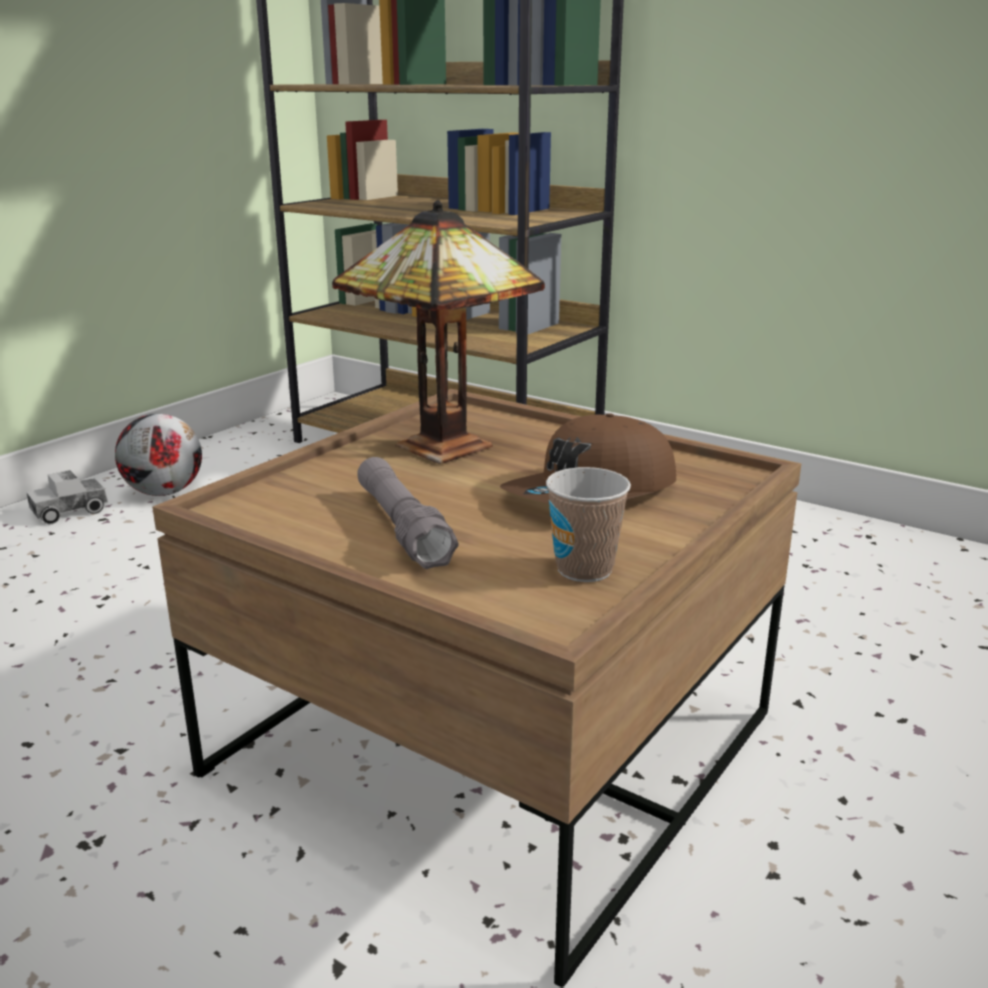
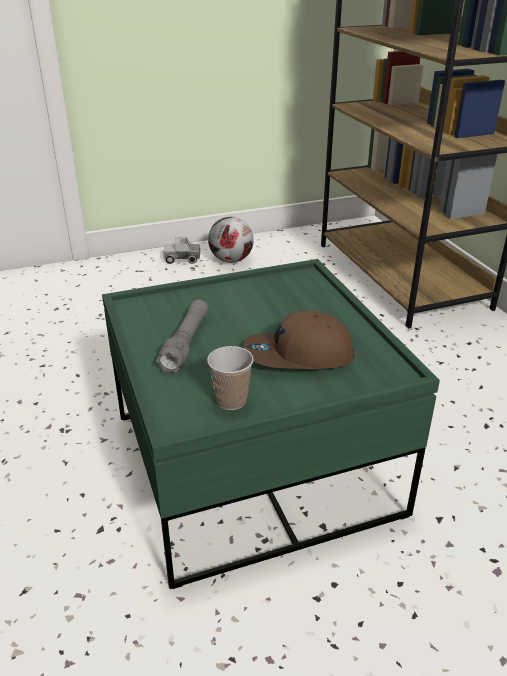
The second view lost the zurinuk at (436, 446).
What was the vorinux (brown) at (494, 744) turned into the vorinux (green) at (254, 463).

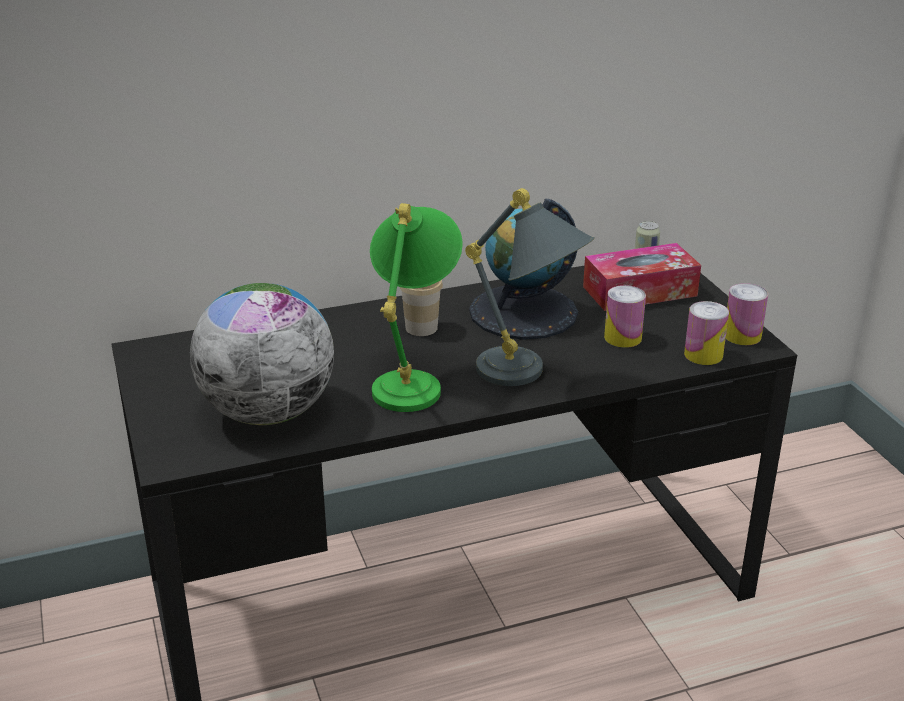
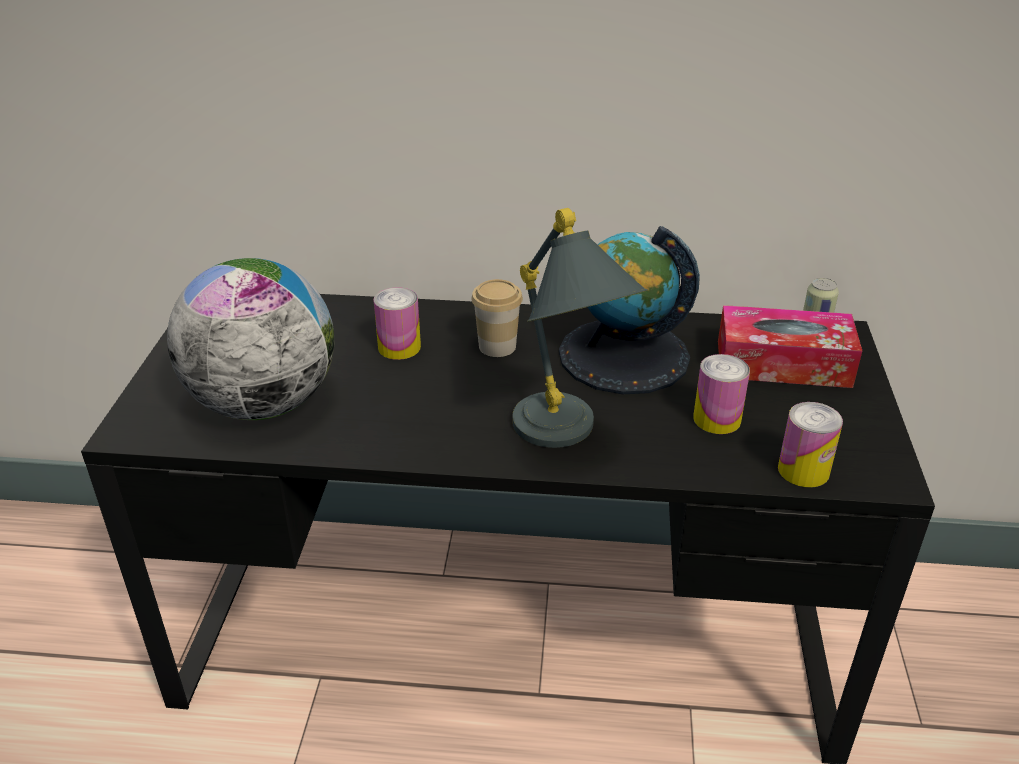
The second view lost the zurinuk (green) at (414, 379).
The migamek ended up elsewhere, having gone from (742, 336) to (399, 347).

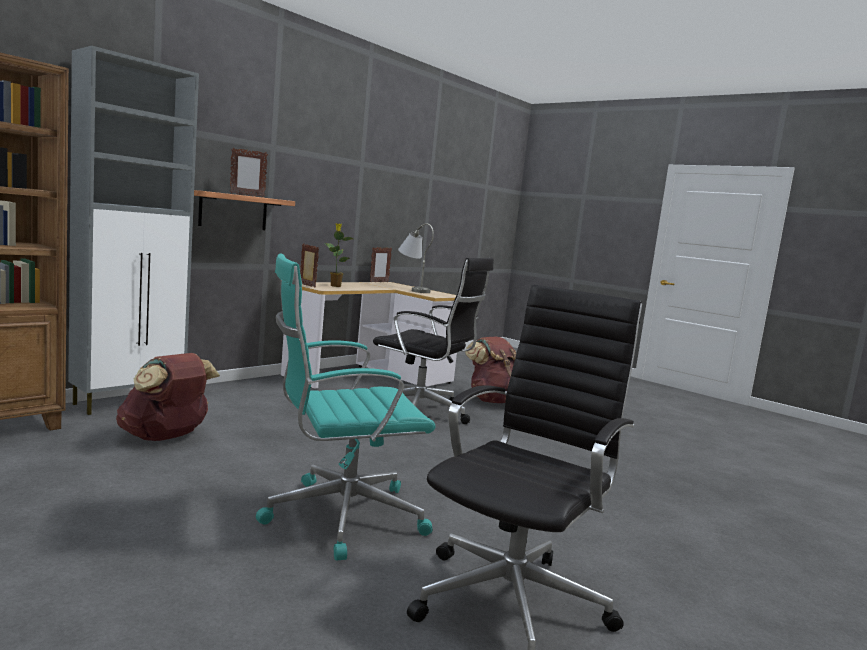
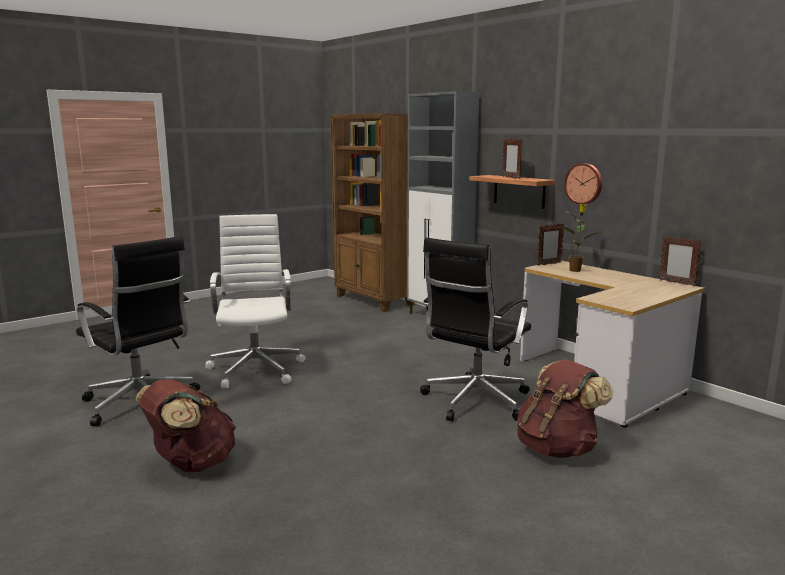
The second view lost the zurinuk (grey) at (412, 289).
The second view gained the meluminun at (584, 183).
The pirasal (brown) ended up elsewhere, having gone from (165, 437) to (191, 464).
What was the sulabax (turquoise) at (339, 516) turned into the sulabax (white) at (256, 368).

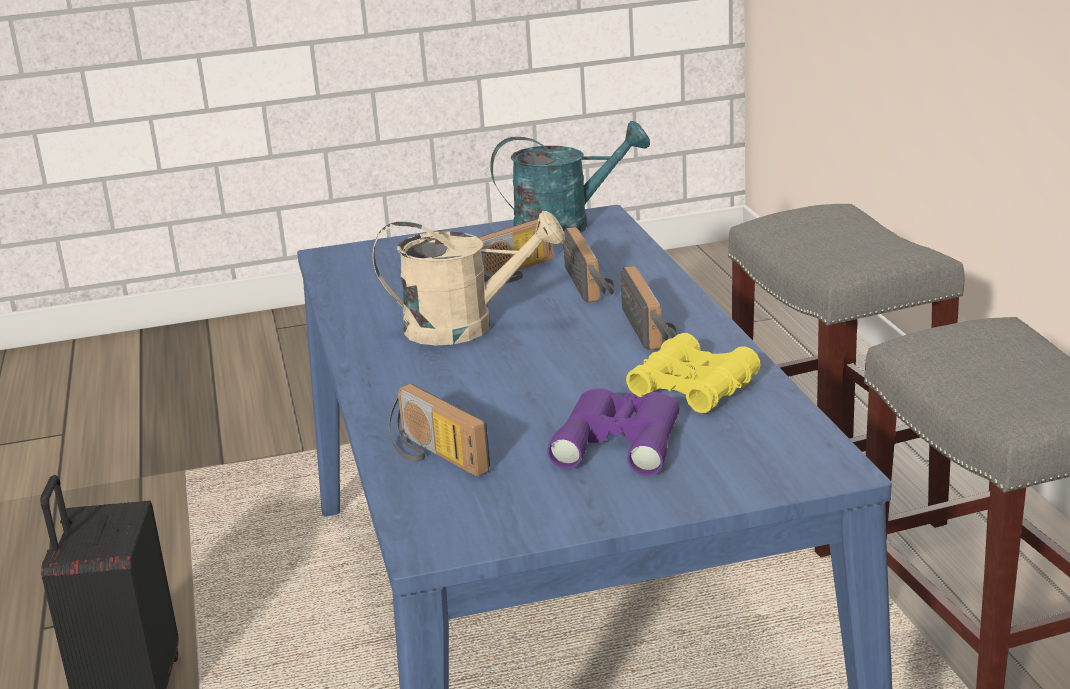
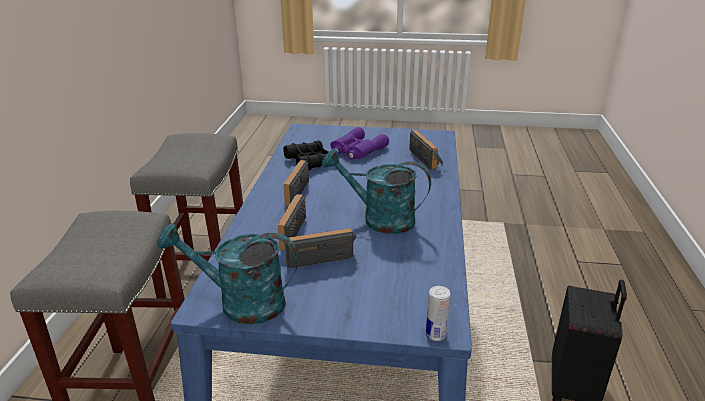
The second view gained the migamek at (435, 335).
What was the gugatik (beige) at (465, 327) turned into the gugatik (turquoise) at (379, 219).
What was the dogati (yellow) at (693, 388) turned into the dogati (black) at (310, 161).

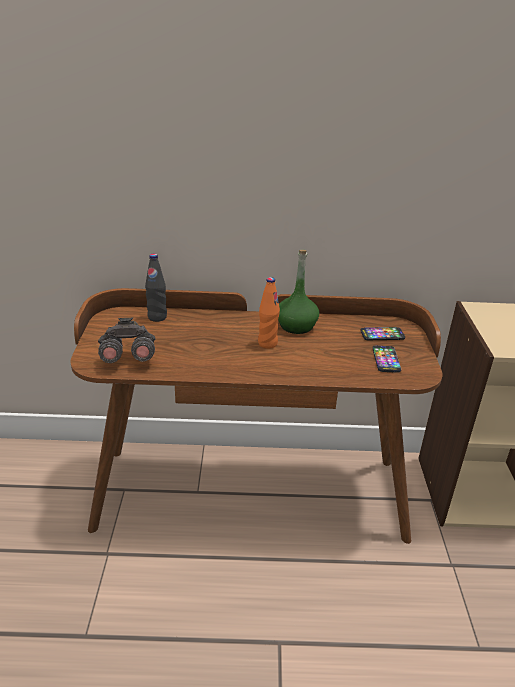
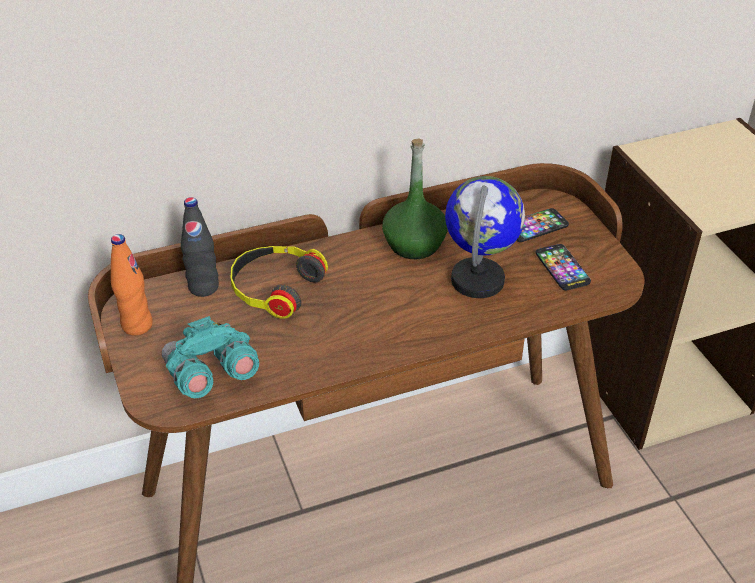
The second view gained the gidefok at (275, 287).
The second view gained the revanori at (478, 280).
The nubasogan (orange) ended up elsewhere, having gone from (267, 343) to (137, 325).
What was the dogati (grey) at (128, 358) turned into the dogati (turquoise) at (210, 376).

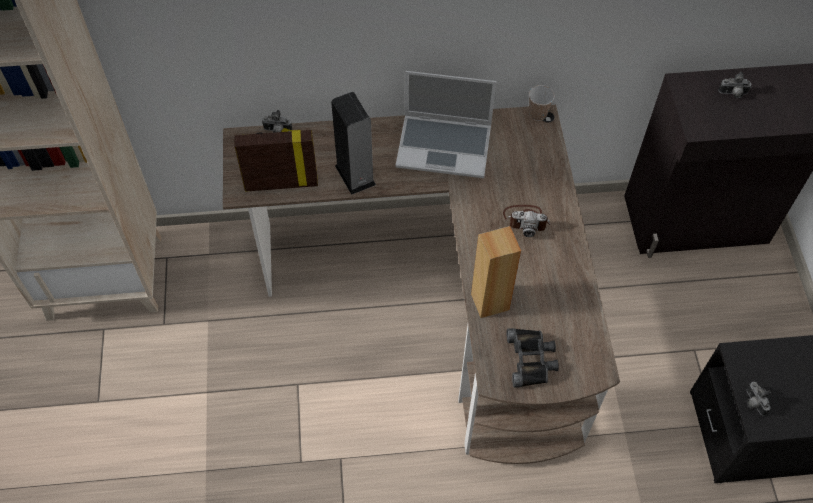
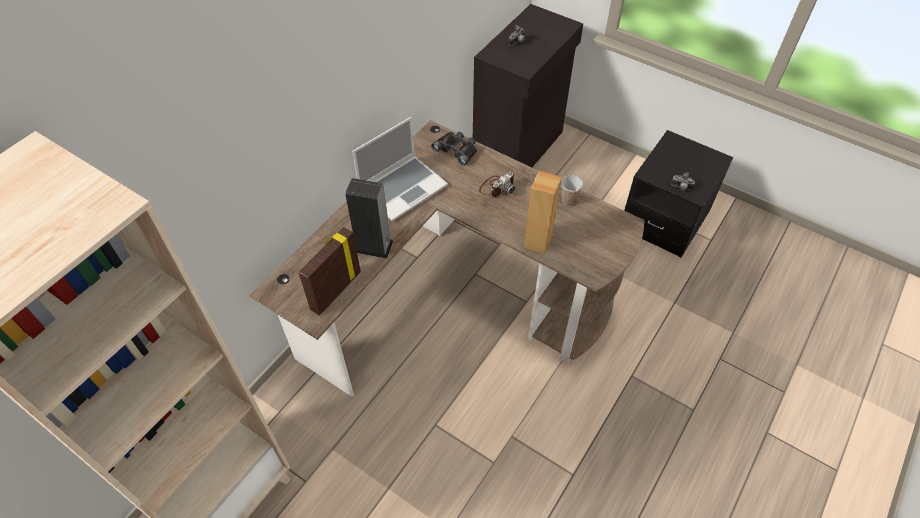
The second view lost the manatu at (277, 131).
The dogati (black) ended up elsewhere, having gone from (531, 359) to (457, 149).
The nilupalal ended up elsewhere, having gone from (538, 114) to (568, 200).

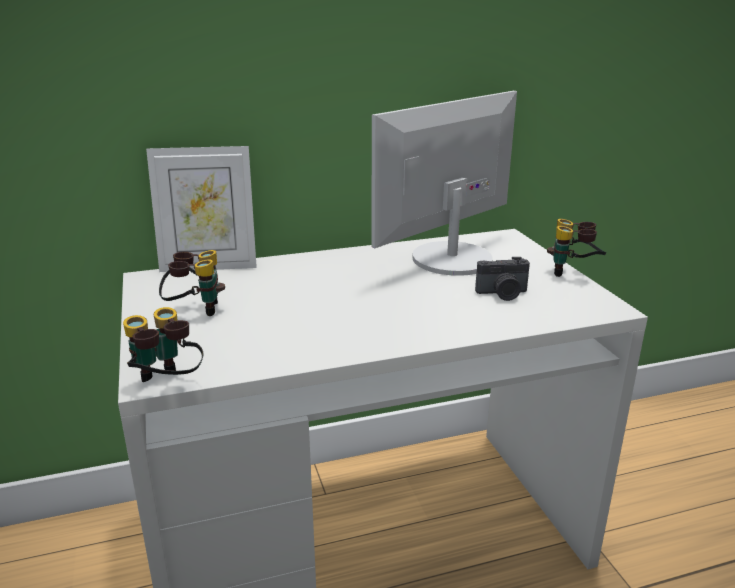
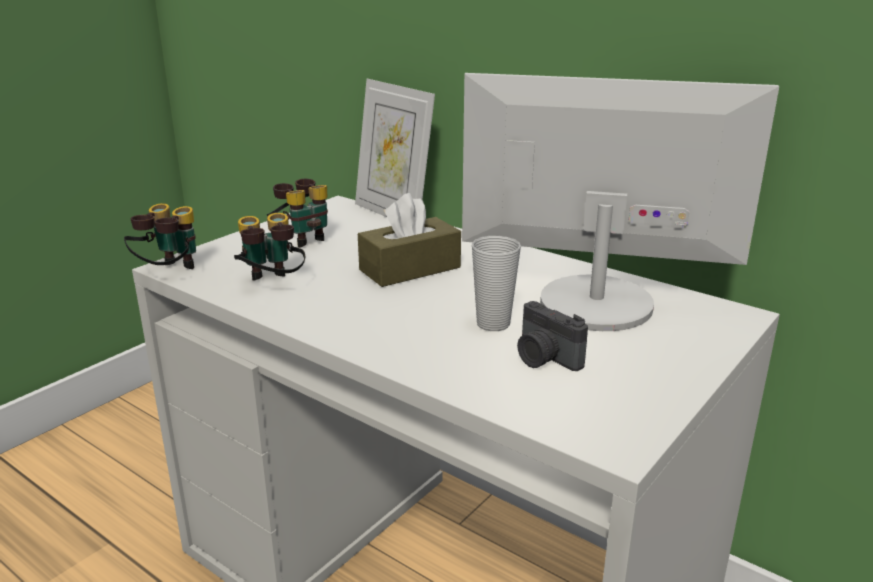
The second view gained the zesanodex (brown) at (410, 269).
The second view gained the nilupalal at (493, 324).
The dogati ended up elsewhere, having gone from (573, 273) to (271, 285).

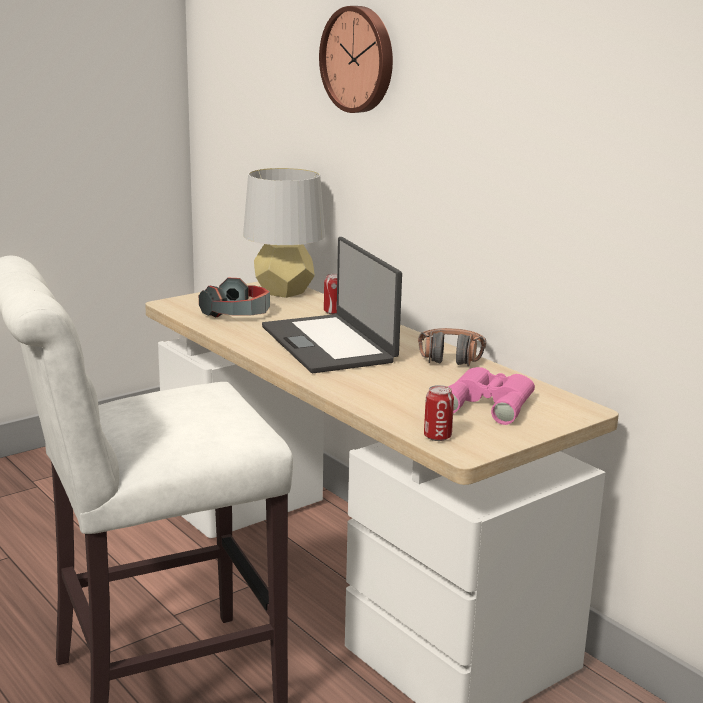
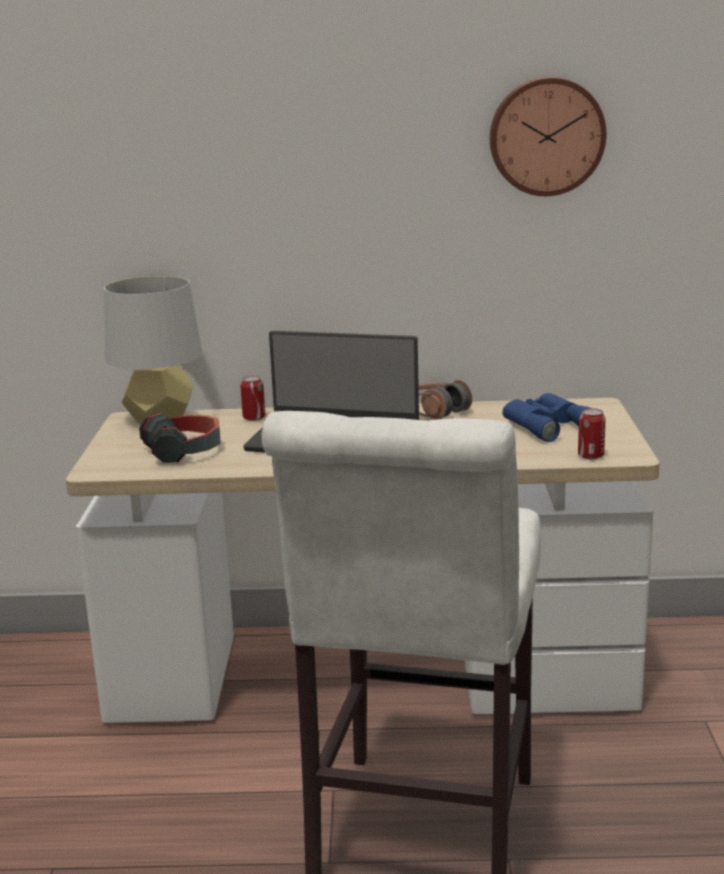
The meluminun ended up elsewhere, having gone from (359, 59) to (546, 136).
What was the dogati (pink) at (489, 403) turned into the dogati (blue) at (547, 424).

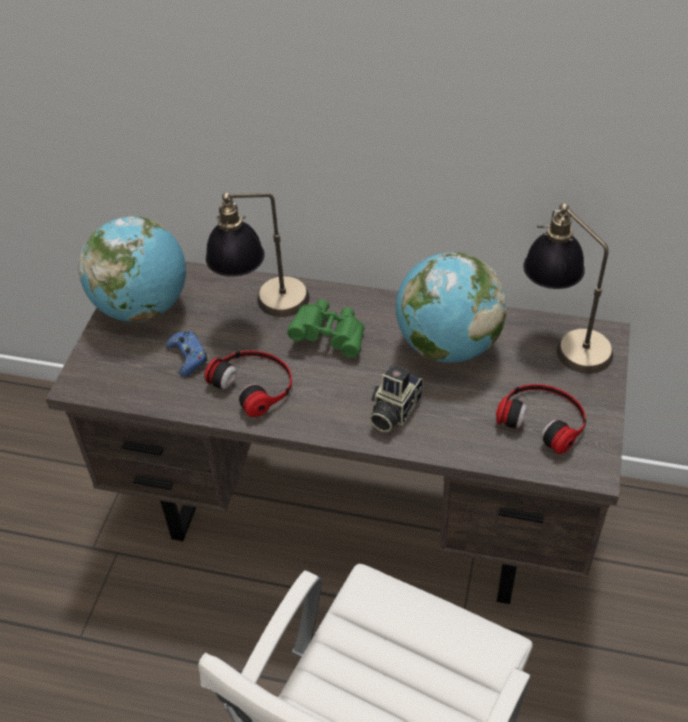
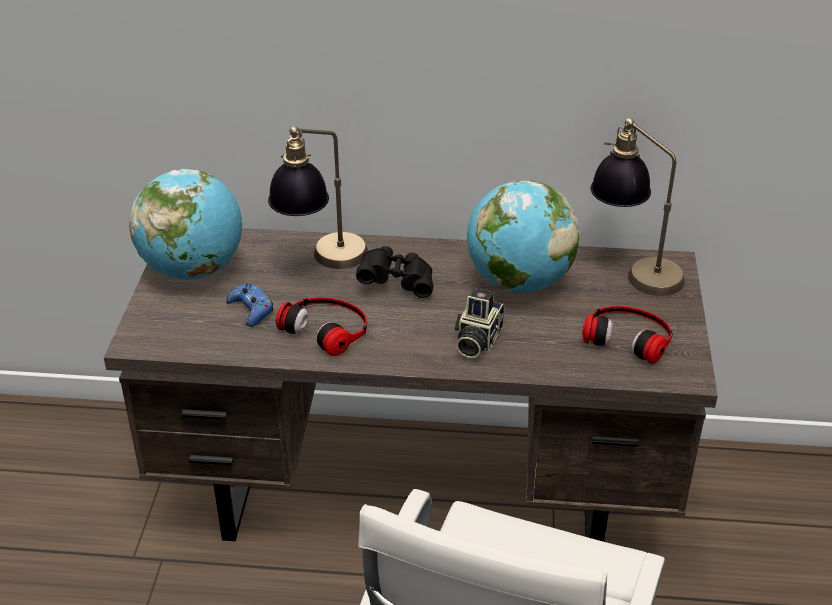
What was the dogati (green) at (330, 337) turned into the dogati (black) at (397, 282).

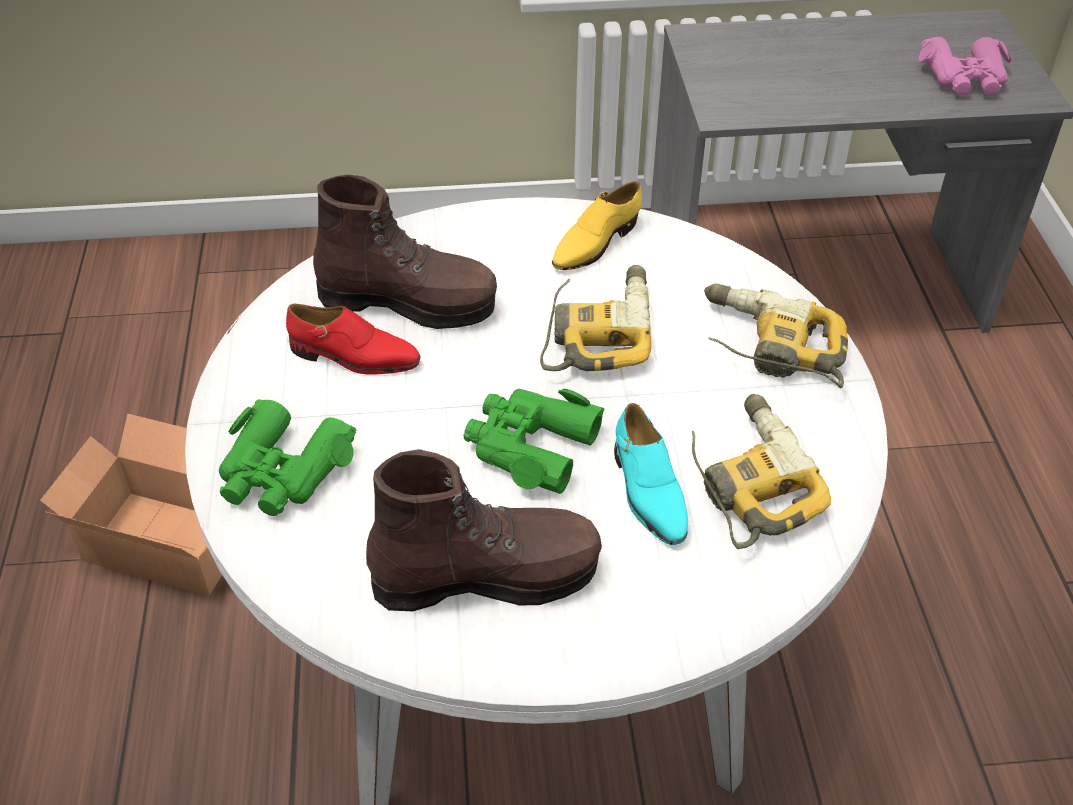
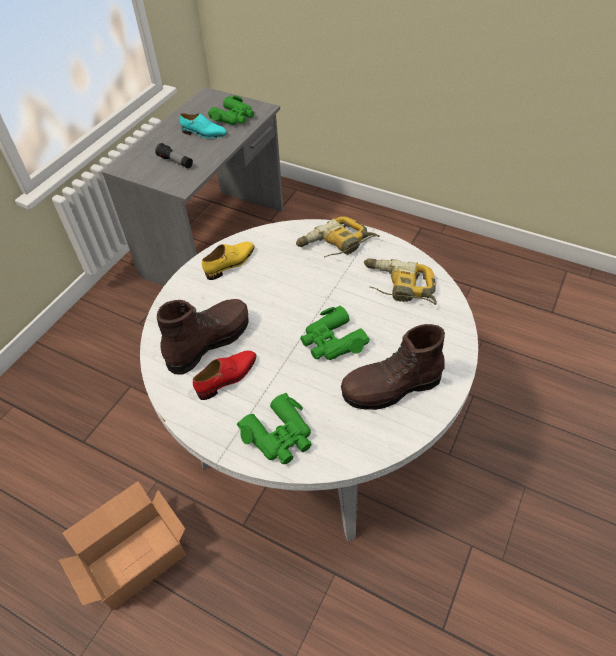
The second view lost the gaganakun at (597, 330).
The second view gained the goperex at (175, 162).
The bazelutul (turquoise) ended up elsewhere, having gone from (648, 492) to (204, 133).
What was the dogati (pink) at (965, 78) turned into the dogati (green) at (234, 117).
The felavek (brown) at (487, 575) ended up facing another way, 135 degrees counterclockwise from before.
The bazelutul (yellow) at (595, 244) ended up facing another way, 120 degrees counterclockwise from before.

